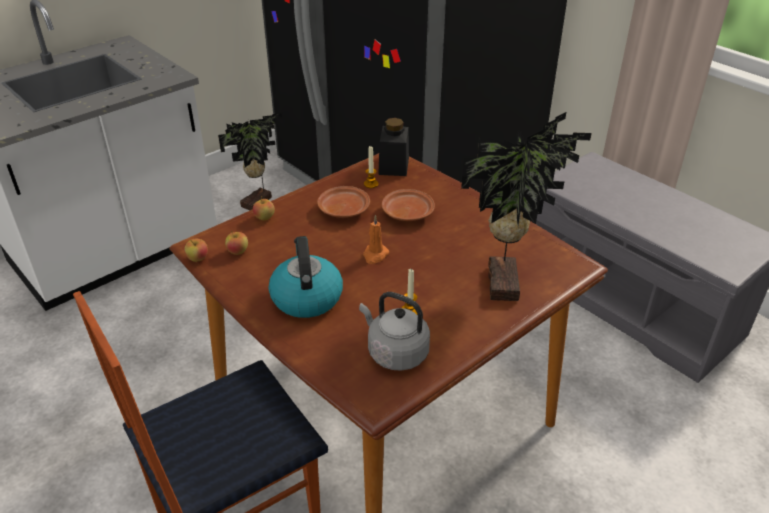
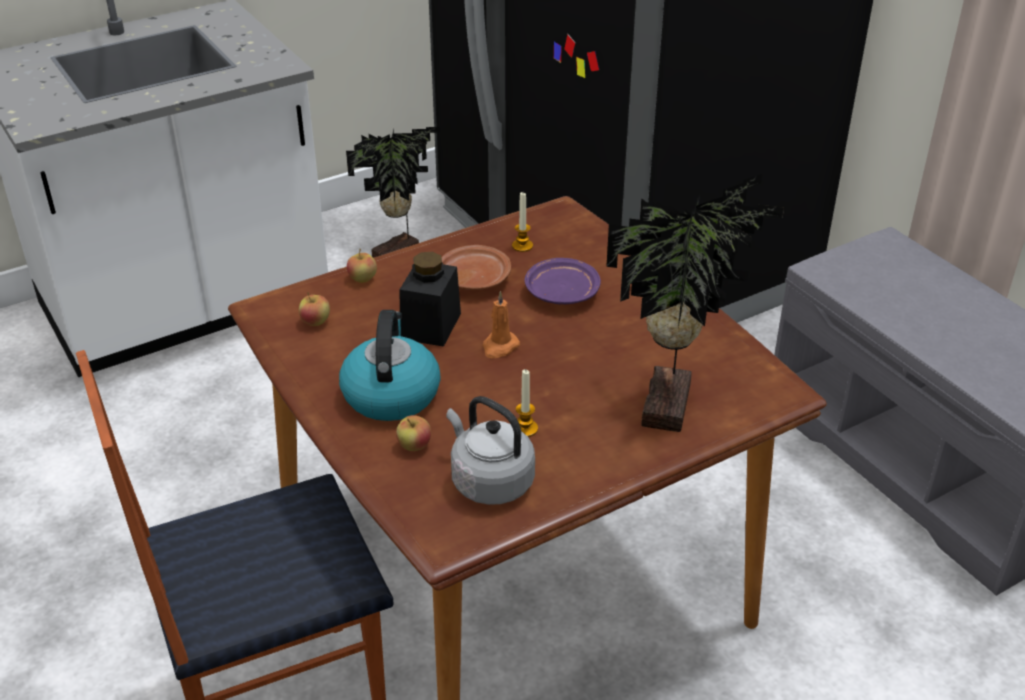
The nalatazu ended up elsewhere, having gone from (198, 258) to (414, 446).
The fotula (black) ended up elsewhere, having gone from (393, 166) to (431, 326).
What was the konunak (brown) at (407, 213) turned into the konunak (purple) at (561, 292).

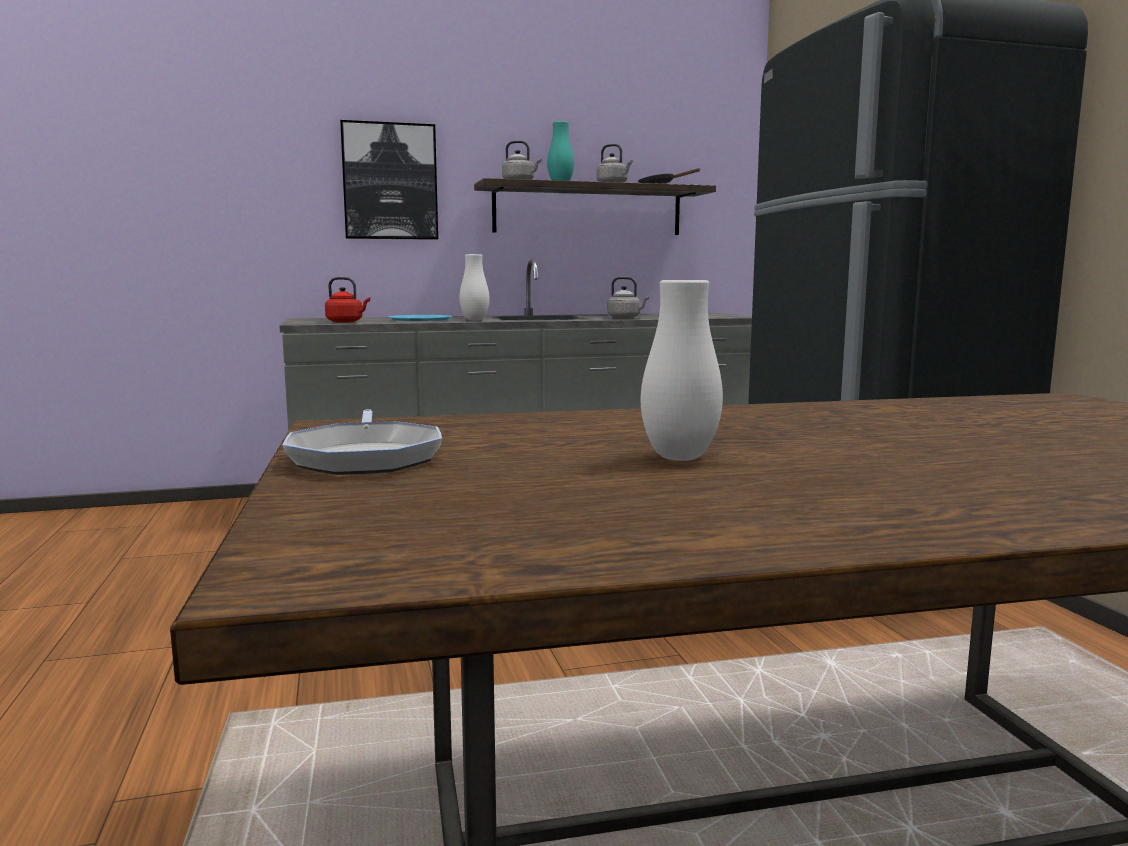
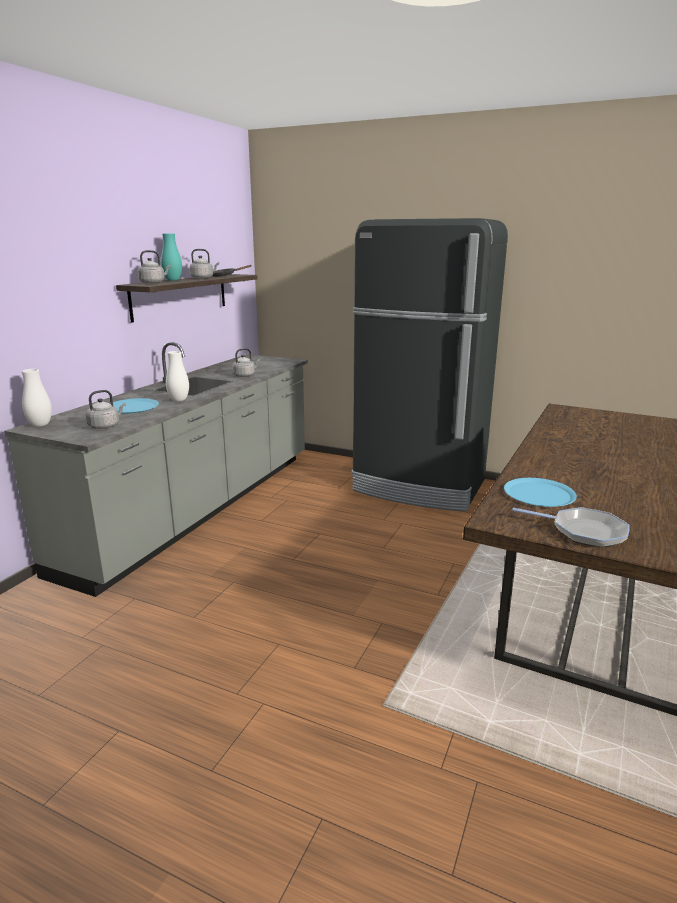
The second view lost the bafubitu at (390, 182).
The second view gained the konunak (blue) at (539, 494).
The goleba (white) ended up elsewhere, having gone from (679, 457) to (40, 425).
What was the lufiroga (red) at (346, 322) turned into the lufiroga (grey) at (106, 426).

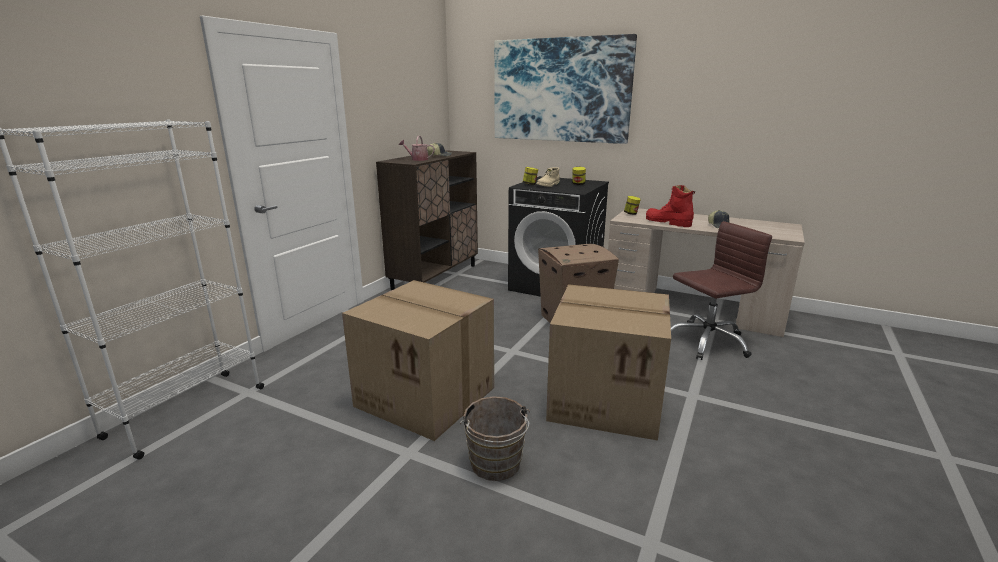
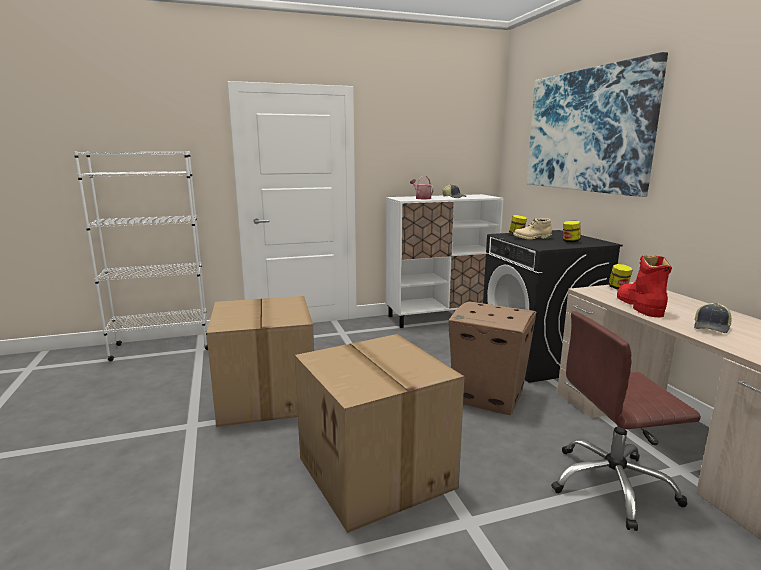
The second view lost the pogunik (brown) at (496, 466).
What was the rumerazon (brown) at (435, 277) turned into the rumerazon (white) at (440, 316).
The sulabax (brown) at (707, 341) ended up facing another way, 150 degrees clockwise from before.

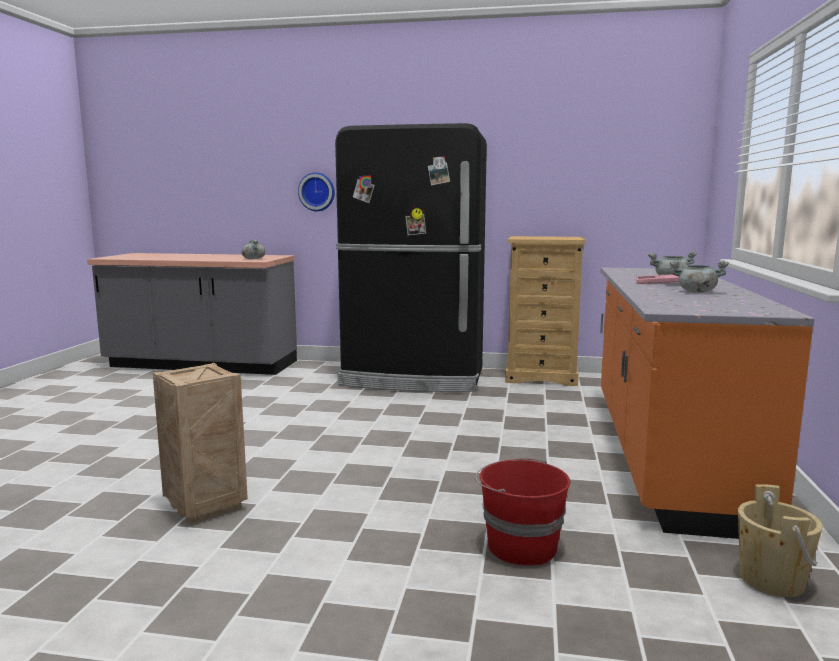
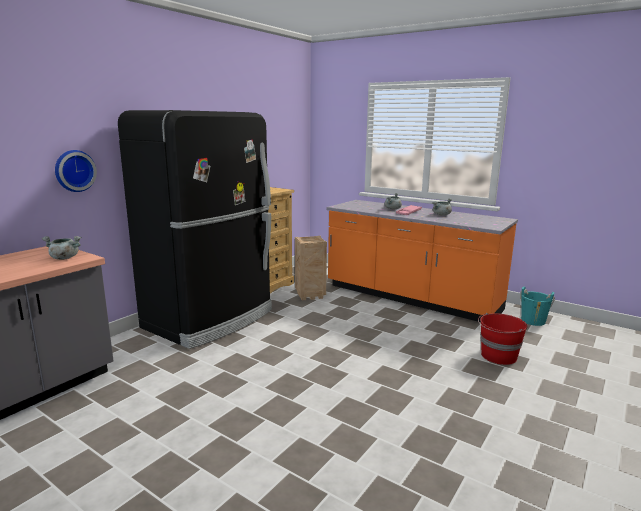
The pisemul ended up elsewhere, having gone from (207, 507) to (310, 295).
What was the pogunik (beige) at (771, 580) turned into the pogunik (turquoise) at (533, 321).

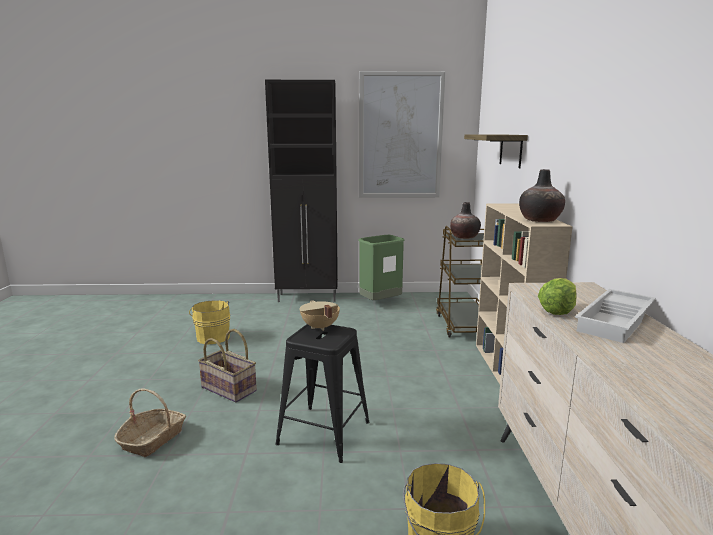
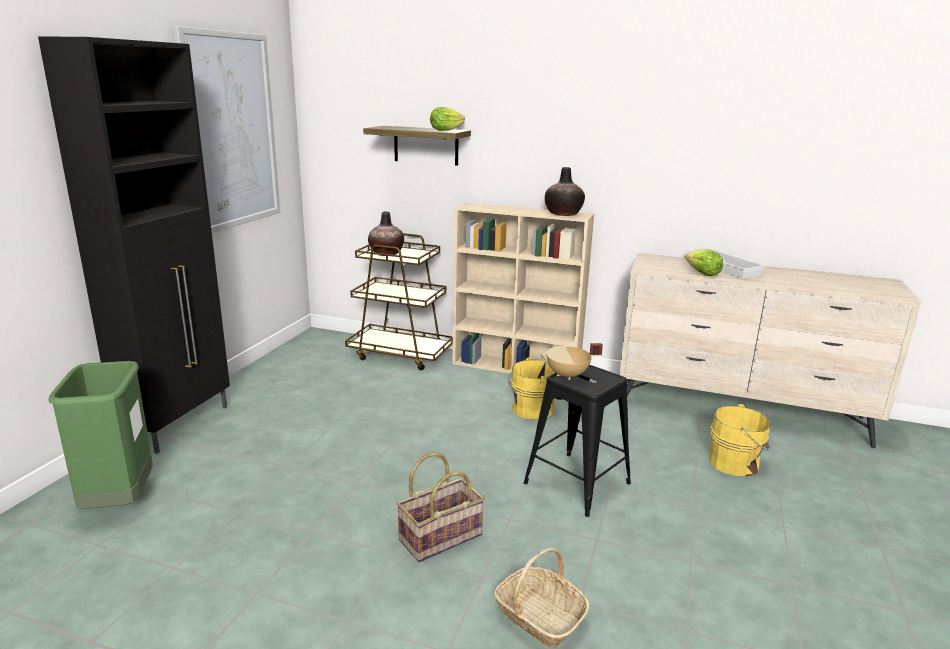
The second view gained the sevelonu at (445, 130).
The pogunik (yellow) ended up elsewhere, having gone from (213, 337) to (530, 409).
The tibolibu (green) ended up elsewhere, having gone from (380, 303) to (119, 501).

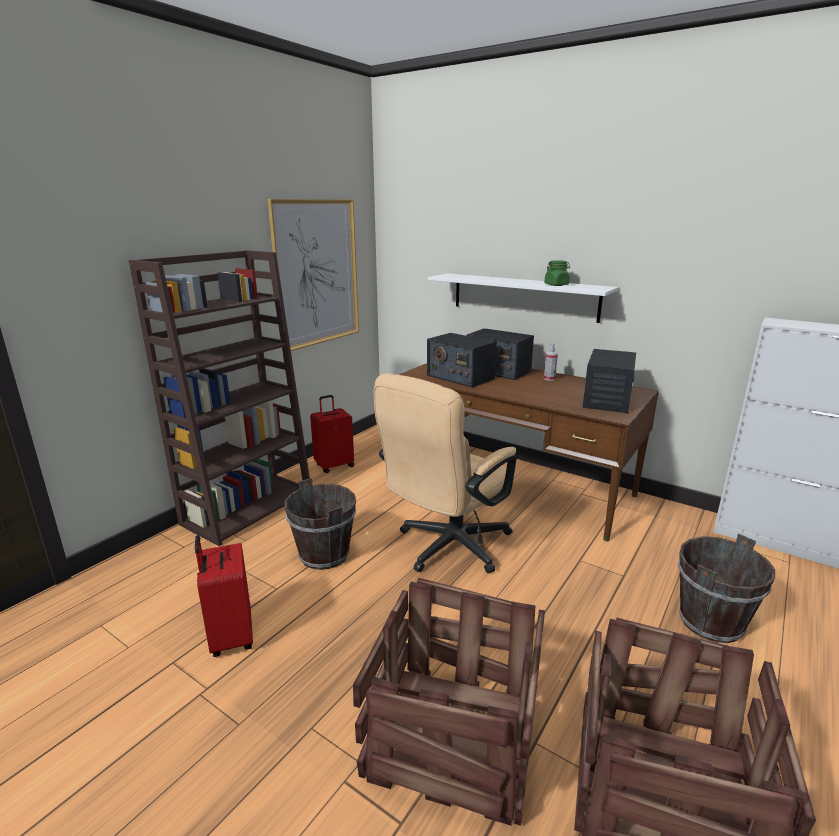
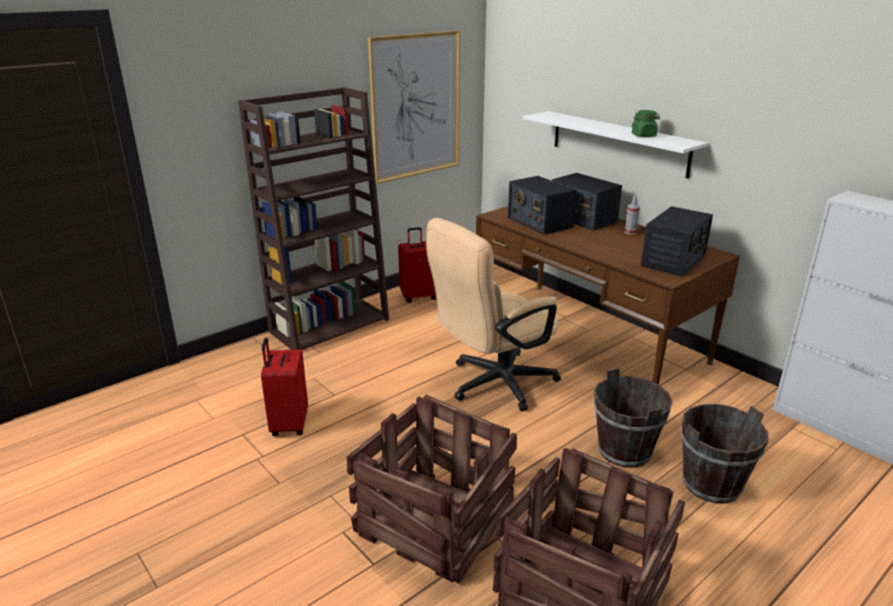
The pogunik (brown) ended up elsewhere, having gone from (325, 555) to (625, 451).

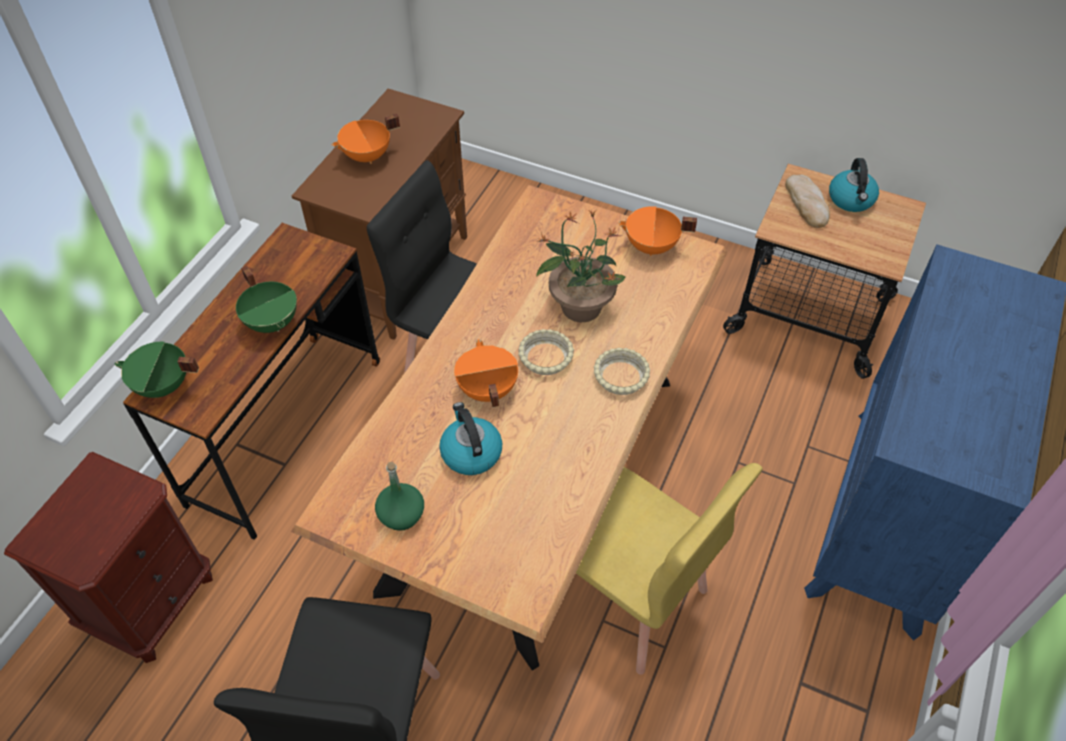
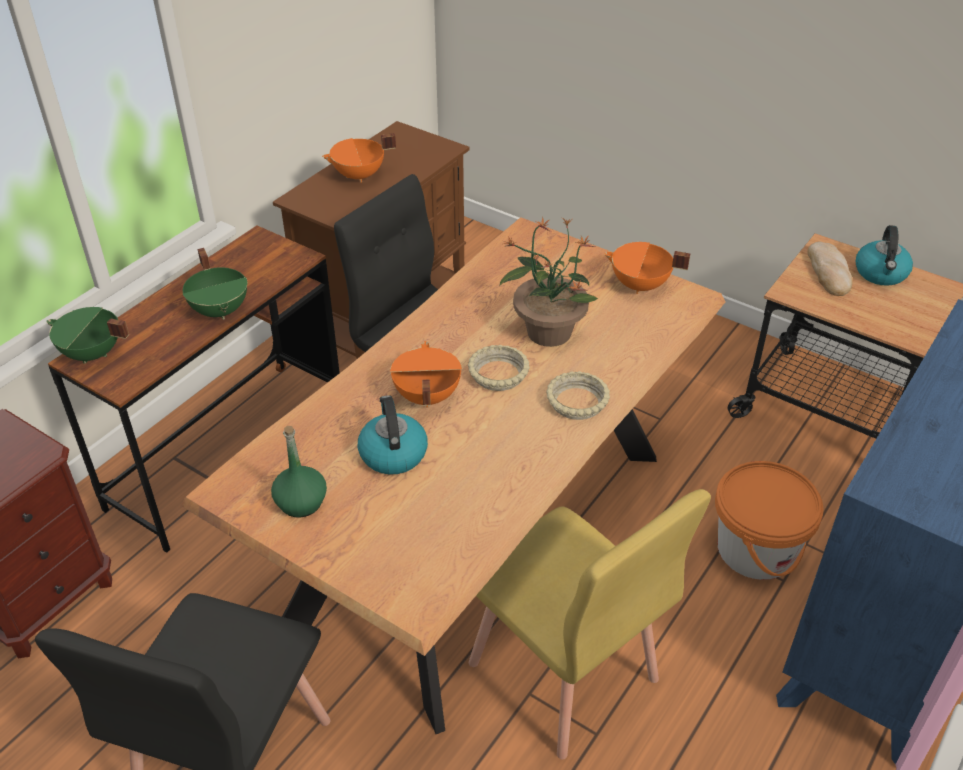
The second view gained the pogunik (orange) at (756, 549).

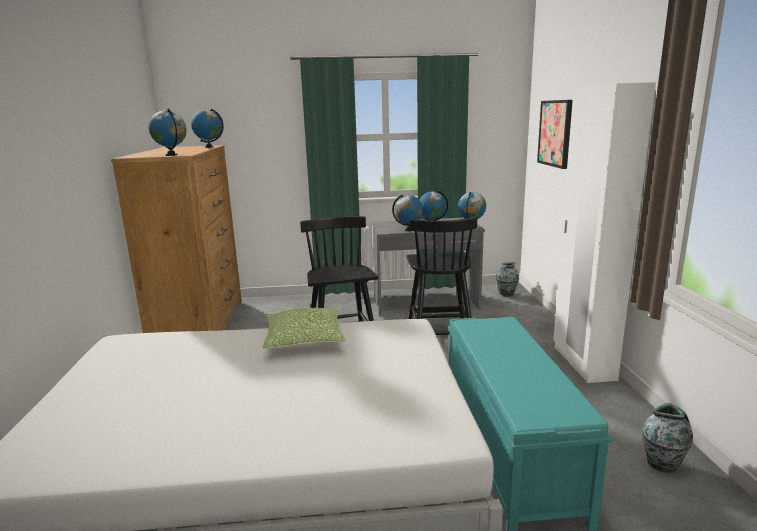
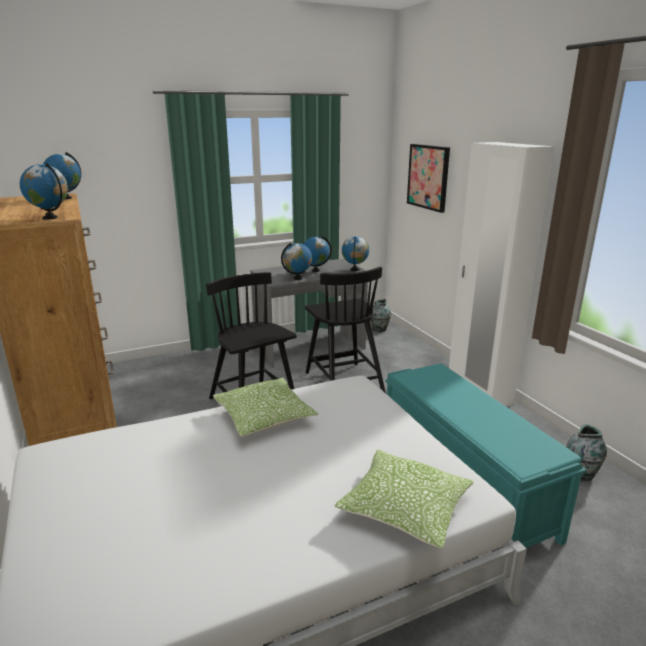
The second view gained the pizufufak at (404, 509).

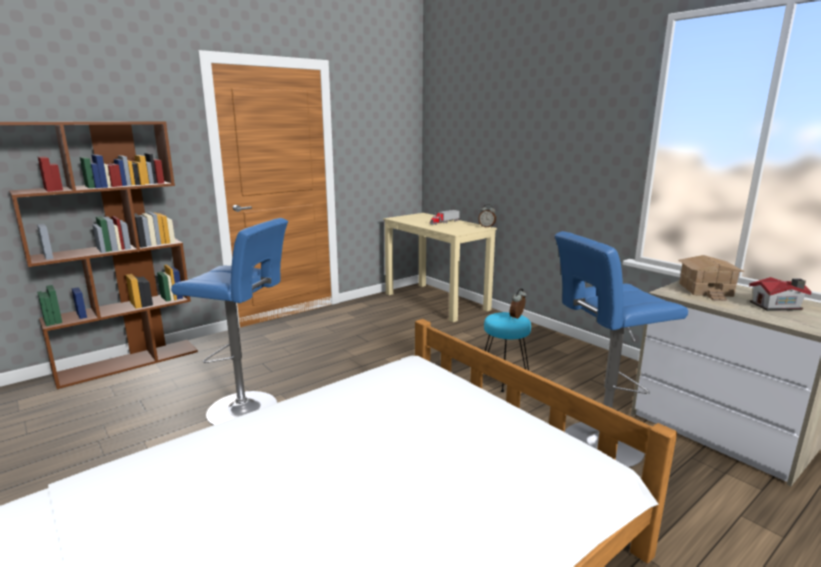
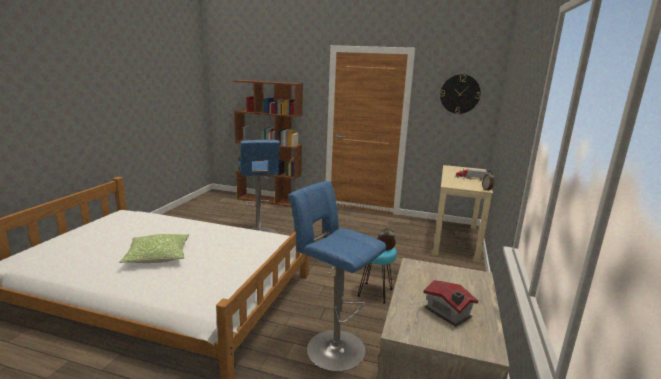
The second view lost the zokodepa at (704, 290).
The second view gained the pizufufak at (158, 256).
The second view gained the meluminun at (460, 94).

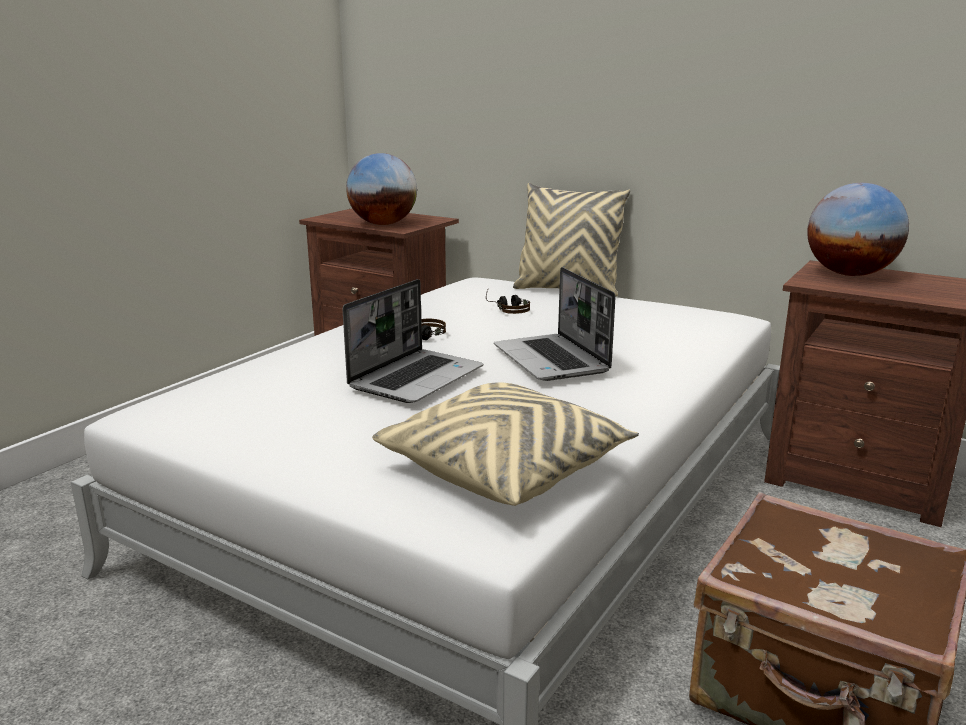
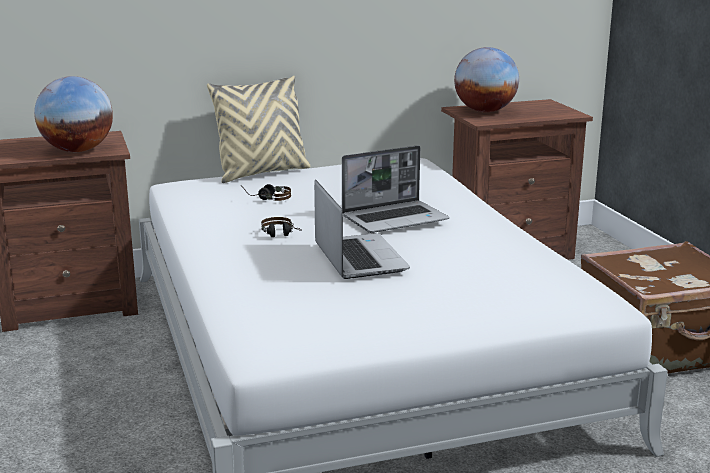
The second view lost the pizufufak (beige) at (506, 468).
The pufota at (552, 360) ended up facing another way, 45 degrees counterclockwise from before.

